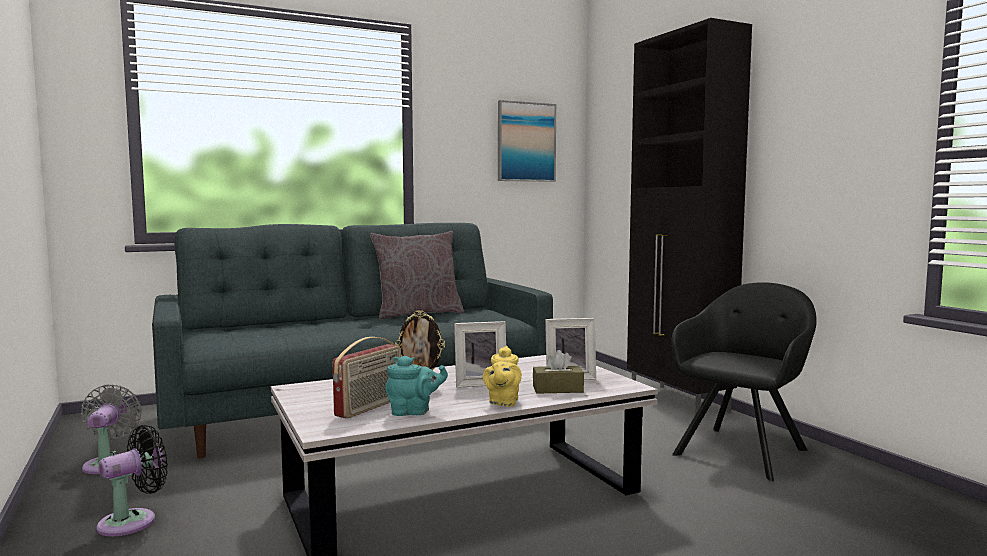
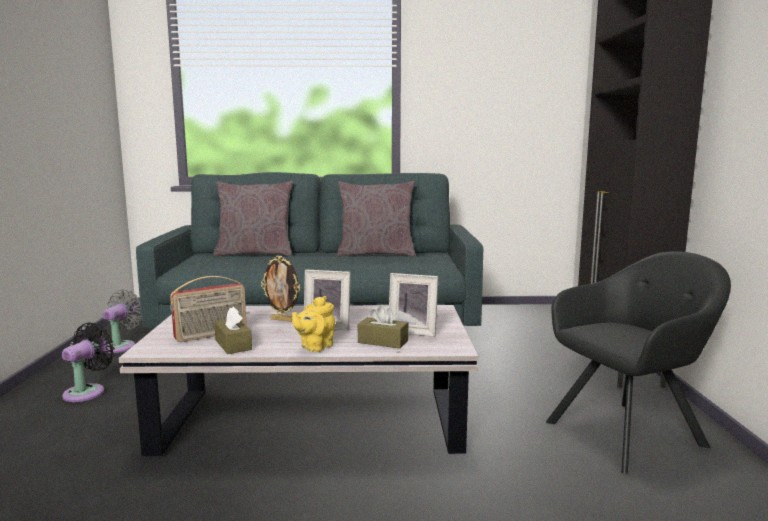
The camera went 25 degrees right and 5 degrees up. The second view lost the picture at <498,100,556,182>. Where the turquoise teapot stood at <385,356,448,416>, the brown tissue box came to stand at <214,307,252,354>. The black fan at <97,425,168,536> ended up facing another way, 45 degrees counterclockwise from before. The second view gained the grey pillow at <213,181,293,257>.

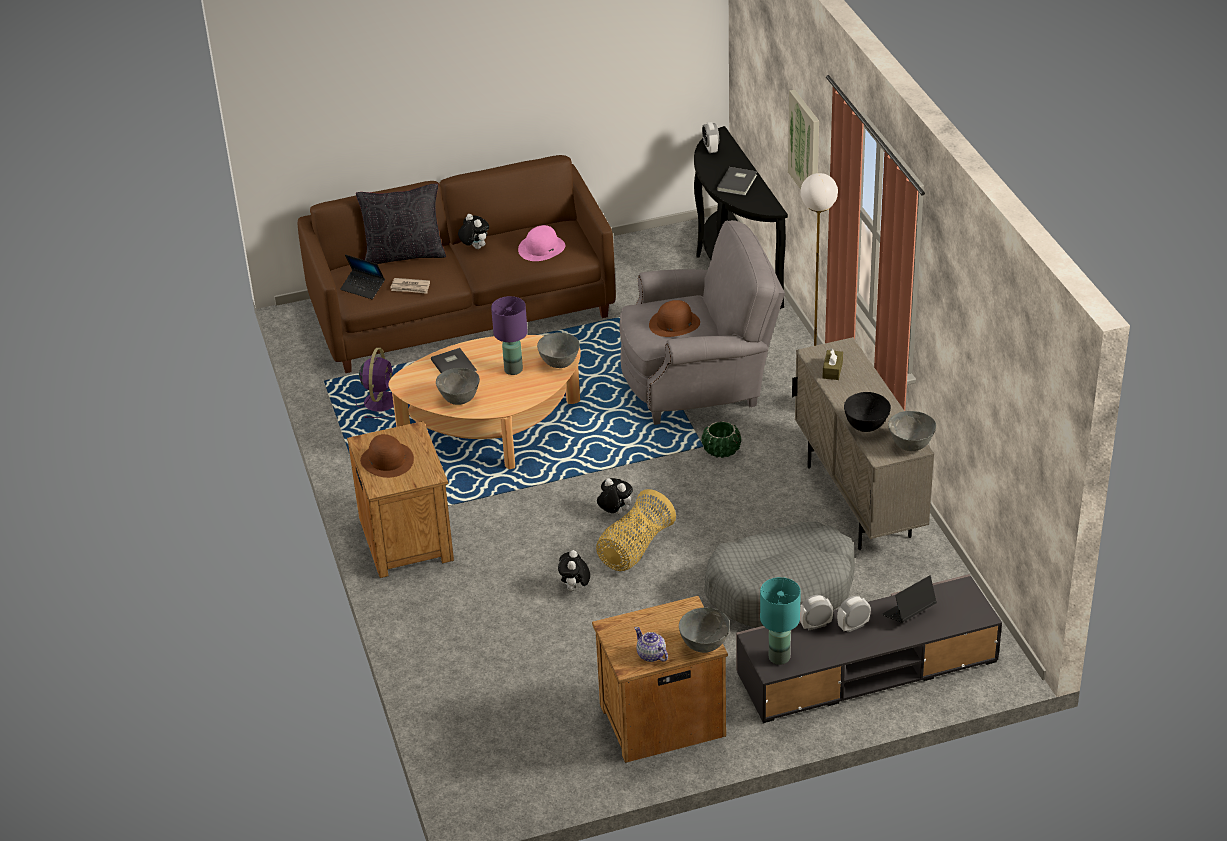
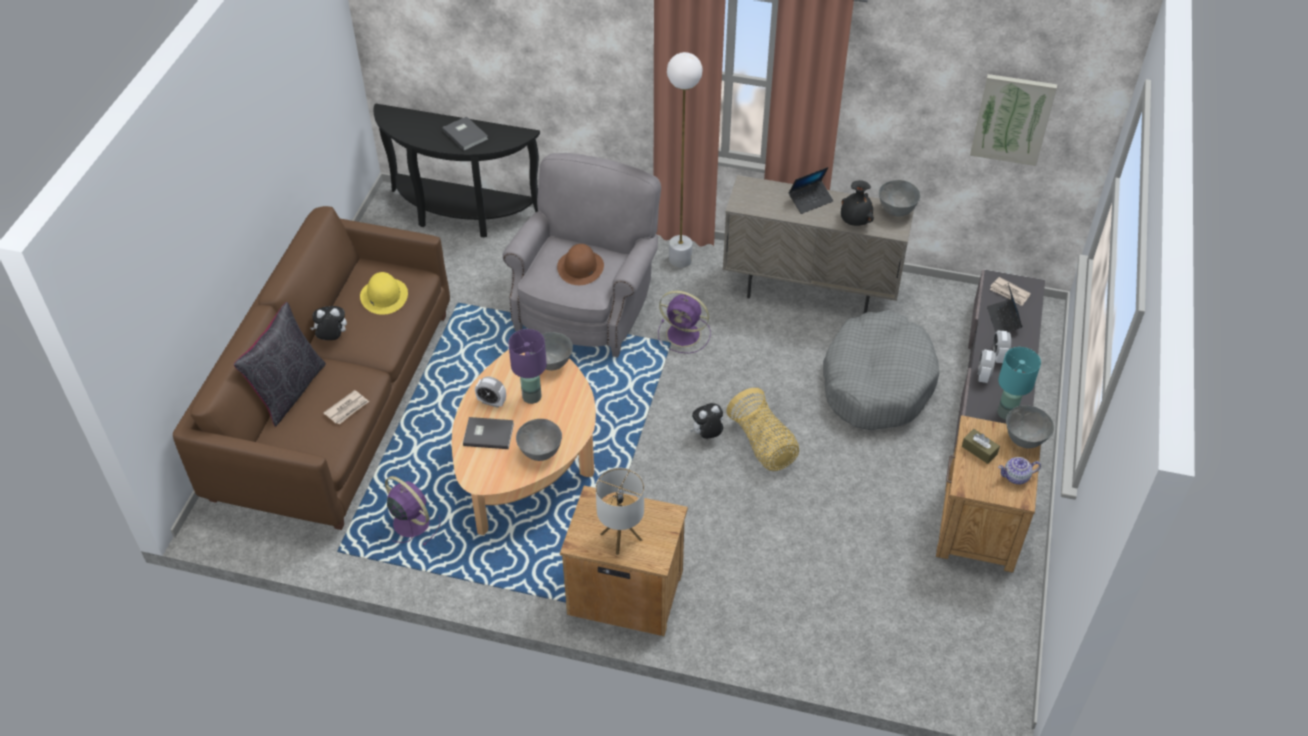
The camera went 60 degrees left and 10 degrees up. The picture ended up elsewhere, having gone from <788,89,819,190> to <970,74,1057,166>. The alarm clock ended up elsewhere, having gone from <702,122,719,153> to <475,377,506,408>. What was the pink hat at <518,225,566,261> turned into the yellow hat at <360,272,408,315>. The laptop ended up elsewhere, having gone from <340,255,385,299> to <788,167,834,214>. The brown tissue box ended up elsewhere, having gone from <822,348,843,380> to <962,429,1000,464>. Where the black bowl stood at <844,392,891,432>, the black vase came to stand at <841,180,874,226>. Where the green planter stood at <701,421,741,458>, the purple fan came to stand at <658,291,711,354>. Where the brown hat stood at <360,434,414,478>, the table lamp came to stand at <596,468,644,555>. The second view lost the plush toy at <558,550,590,592>. The second view gained the newspaper at <990,277,1031,306>.

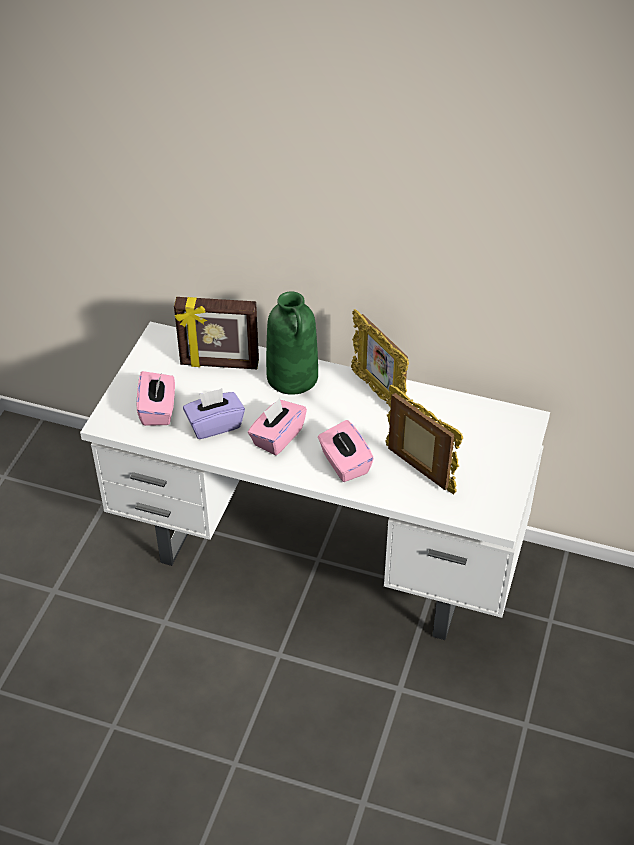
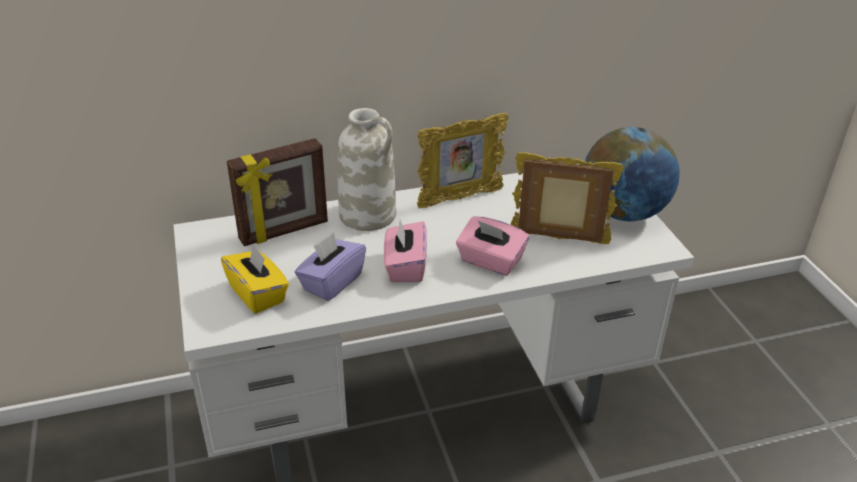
The camera went 35 degrees left and 10 degrees down. What was the green vase at <266,291,318,395> turned into the white vase at <338,108,396,231>. The picture frame at <351,309,409,407> ended up facing another way, 45 degrees counterclockwise from before. What was the pink tissue box at <136,371,175,426> turned into the yellow tissue box at <221,244,289,314>. The second view gained the globe at <585,127,680,221>.

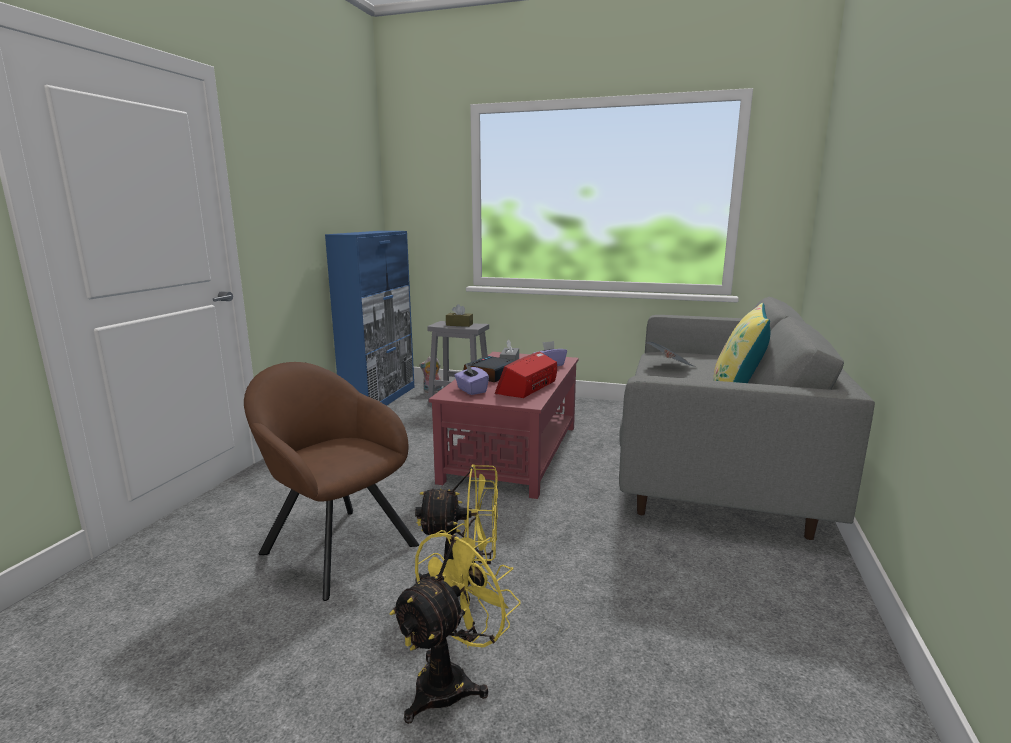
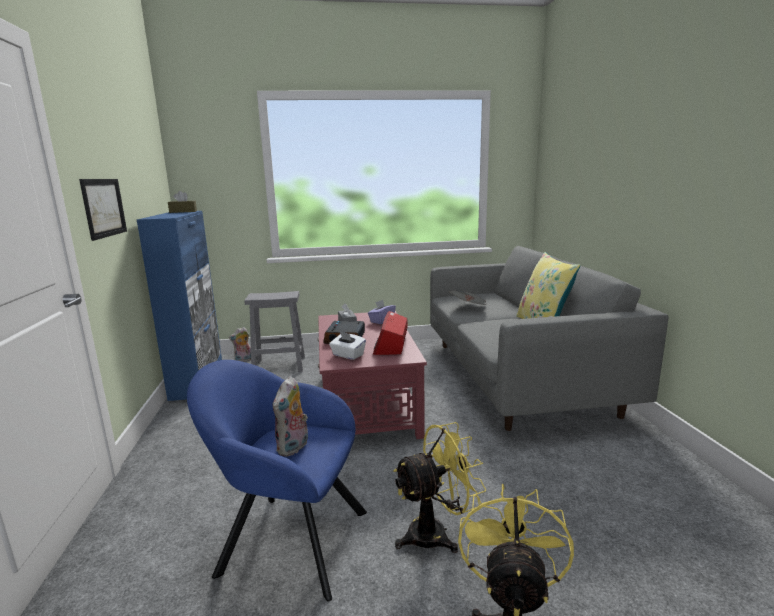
The camera went 25 degrees left and 0 degrees up. The brown tissue box ended up elsewhere, having gone from <446,304,473,327> to <168,191,197,213>. What was the brown armchair at <244,362,419,601> turned into the blue armchair at <187,360,367,601>. What was the purple tissue box at <454,363,489,395> turned into the white tissue box at <329,332,366,360>. The second view gained the picture at <79,179,127,241>. The second view gained the plush toy at <273,376,308,457>.

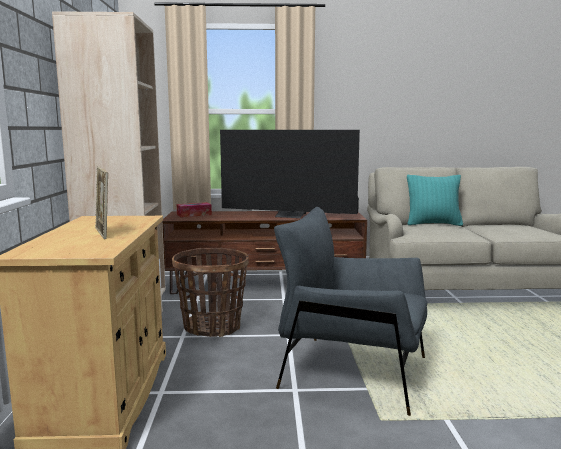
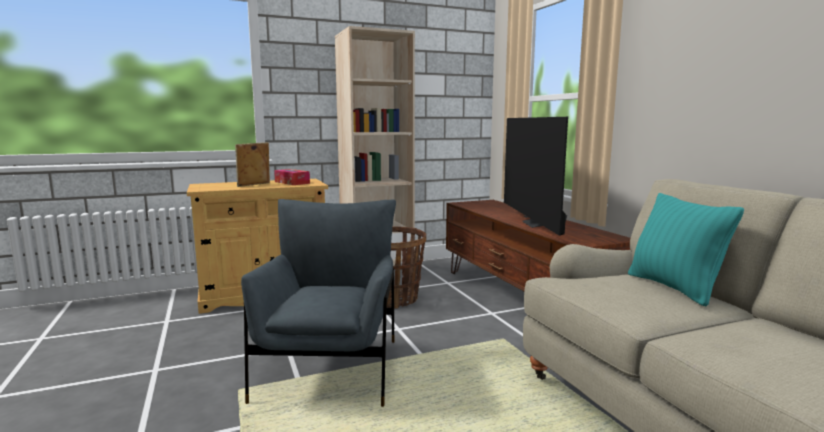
The camera went 70 degrees right and 0 degrees up. The tissue box ended up elsewhere, having gone from <176,202,212,217> to <274,169,310,185>.

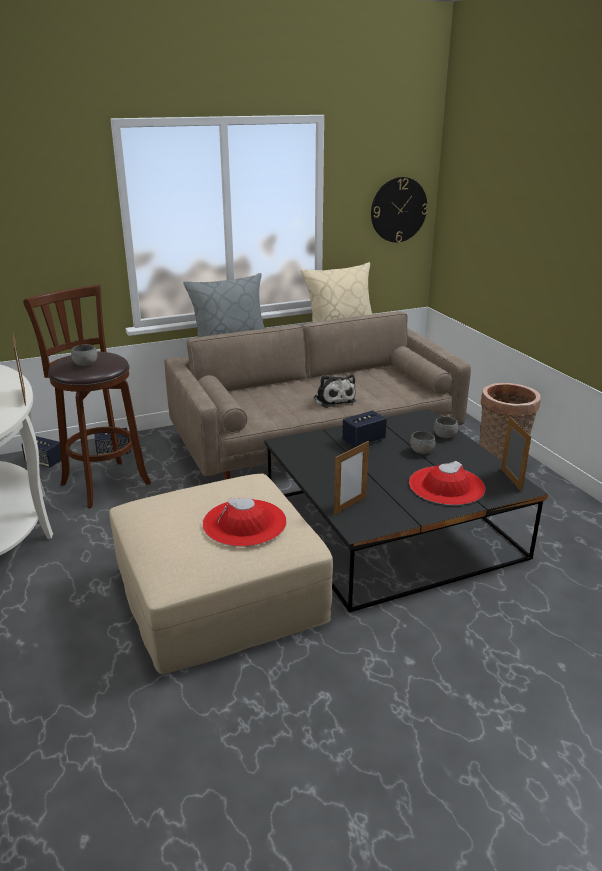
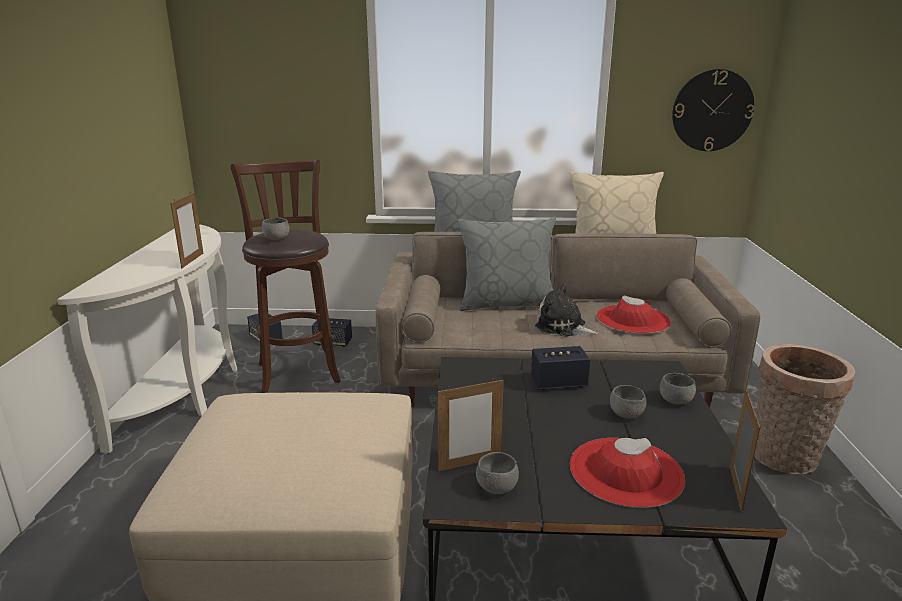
The camera went 25 degrees right and 5 degrees down. The plush toy at <314,374,356,408> ended up facing another way, 120 degrees clockwise from before. The red hat ended up elsewhere, having gone from <203,497,286,547> to <596,295,671,334>. The second view gained the grey pillow at <457,217,556,311>. The second view gained the grey bowl at <476,452,519,494>.

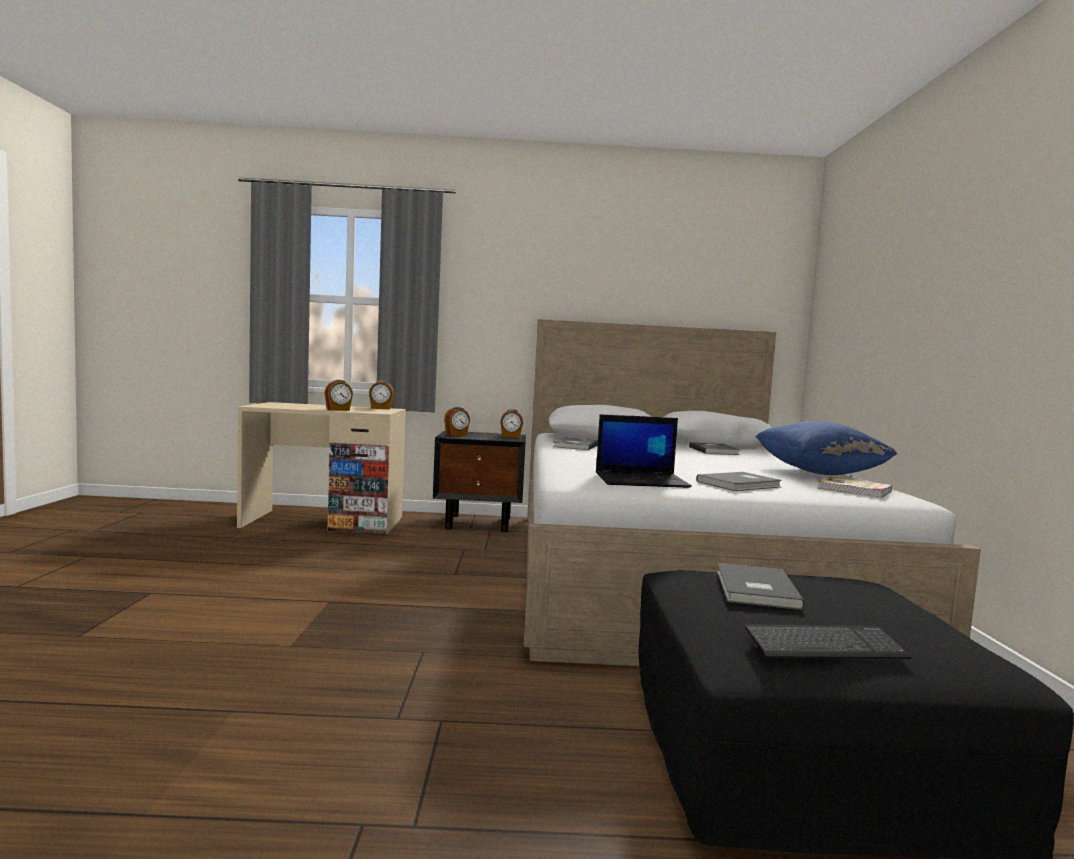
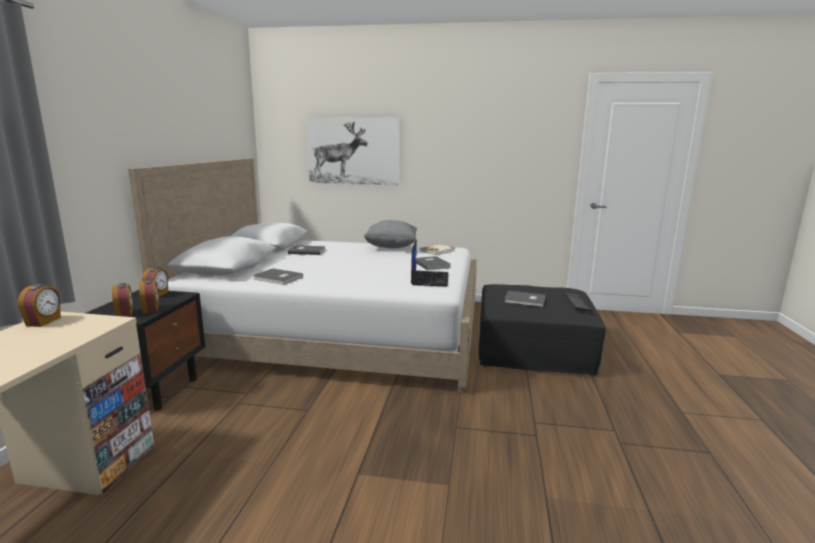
The camera went 80 degrees left and 10 degrees up. The alarm clock ended up elsewhere, having gone from <324,380,353,411> to <139,279,159,314>. What was the blue pillow at <755,421,897,475> turned into the grey pillow at <364,220,417,248>. The second view gained the picture at <306,117,401,185>.

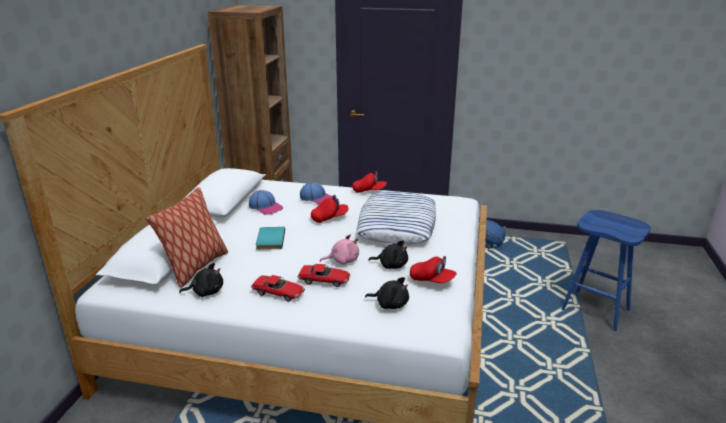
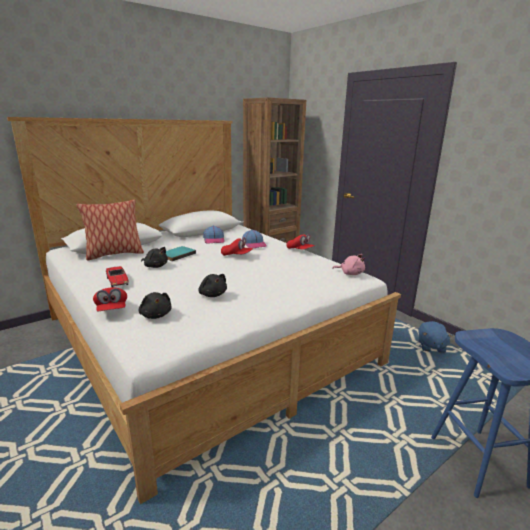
The camera went 40 degrees right and 5 degrees down. The second view lost the pillow at <356,192,436,244>. The pink plush toy ended up elsewhere, having gone from <320,234,359,265> to <332,254,365,275>. The red cap ended up elsewhere, having gone from <410,256,457,283> to <93,287,127,311>. The black plush toy ended up elsewhere, having gone from <179,263,223,297> to <141,247,168,268>. The second view lost the toy car at <297,264,350,287>.

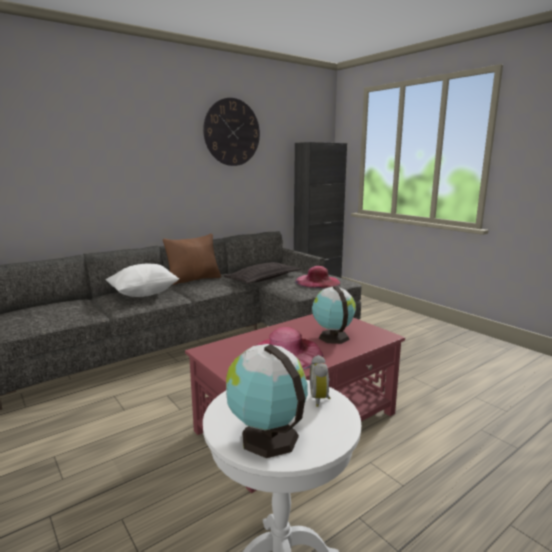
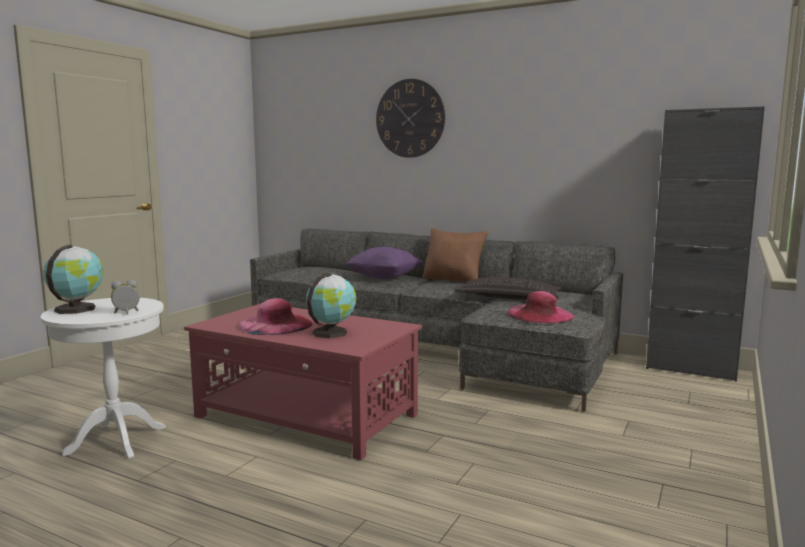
The camera went 65 degrees right and 5 degrees down. The wall clock ended up elsewhere, having gone from <203,98,260,166> to <376,79,445,158>. What was the white pillow at <105,264,179,297> turned into the purple pillow at <345,247,424,279>.

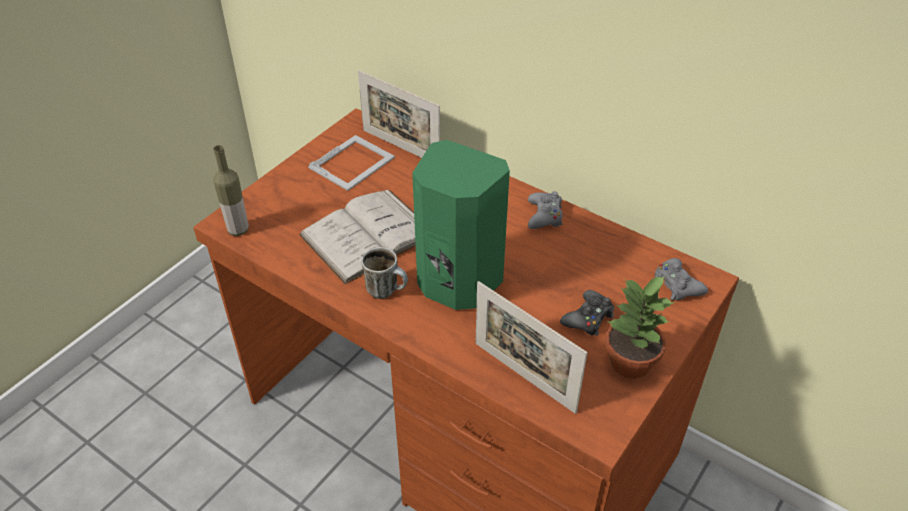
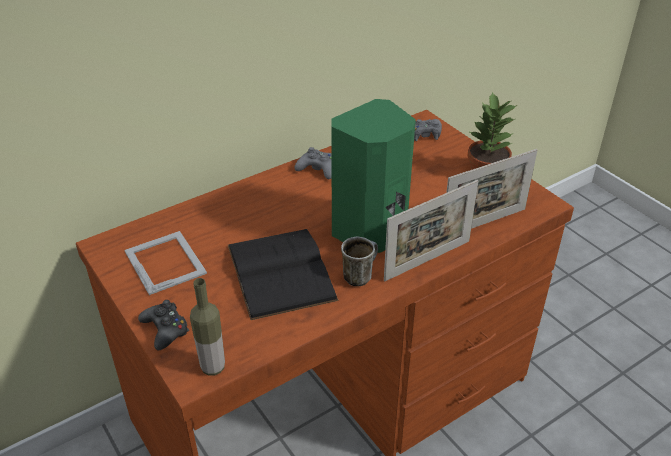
The camera went 70 degrees left and 5 degrees down. The picture frame ended up elsewhere, having gone from <358,71,440,158> to <384,180,479,281>. What was the white book at <299,190,416,284> turned into the black book at <228,229,338,320>. The black game controller ended up elsewhere, having gone from <560,290,614,336> to <138,300,189,351>.

